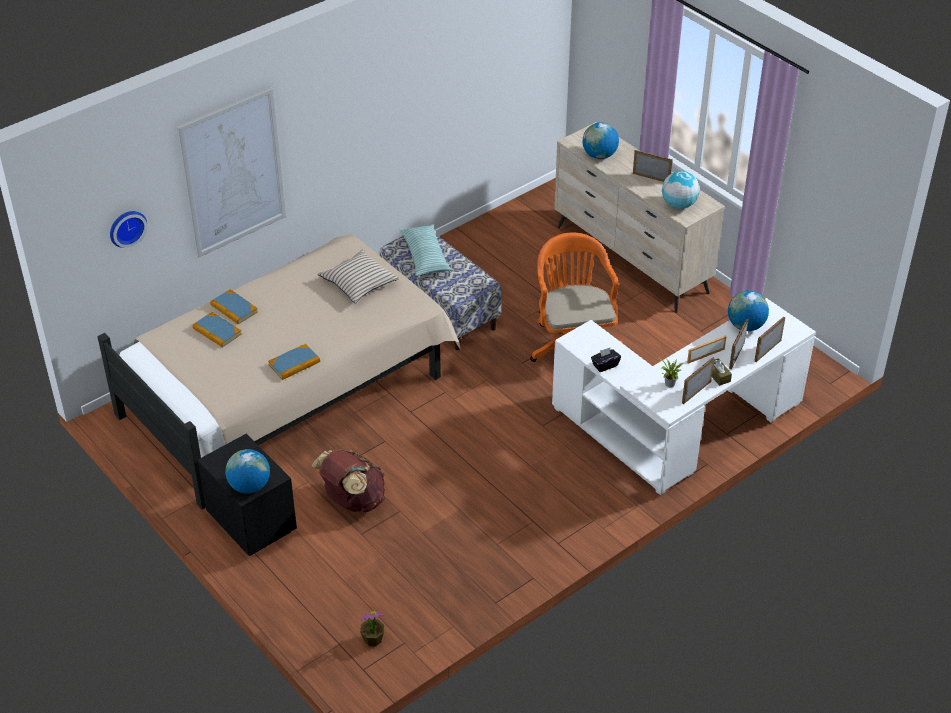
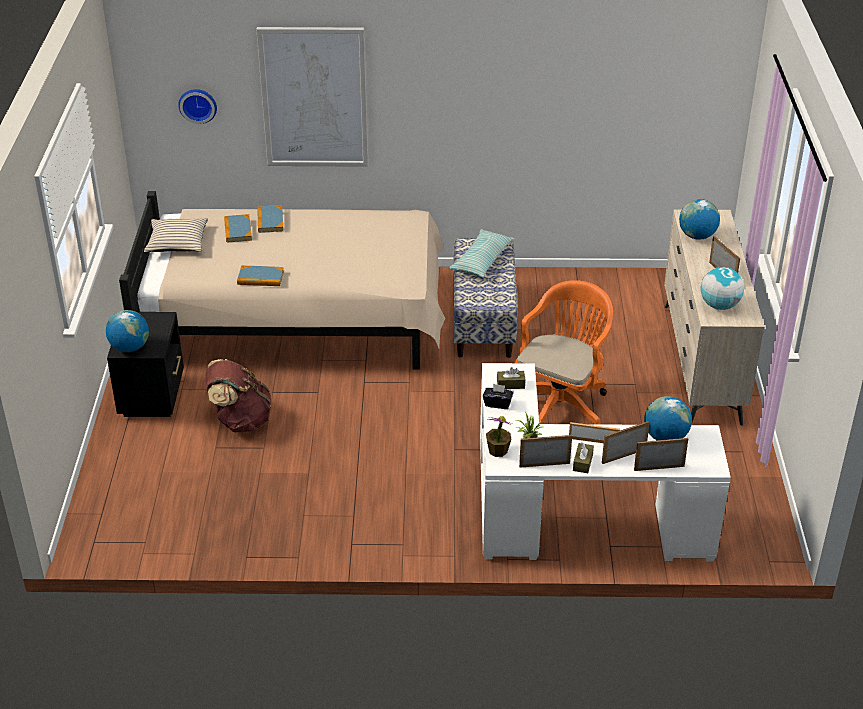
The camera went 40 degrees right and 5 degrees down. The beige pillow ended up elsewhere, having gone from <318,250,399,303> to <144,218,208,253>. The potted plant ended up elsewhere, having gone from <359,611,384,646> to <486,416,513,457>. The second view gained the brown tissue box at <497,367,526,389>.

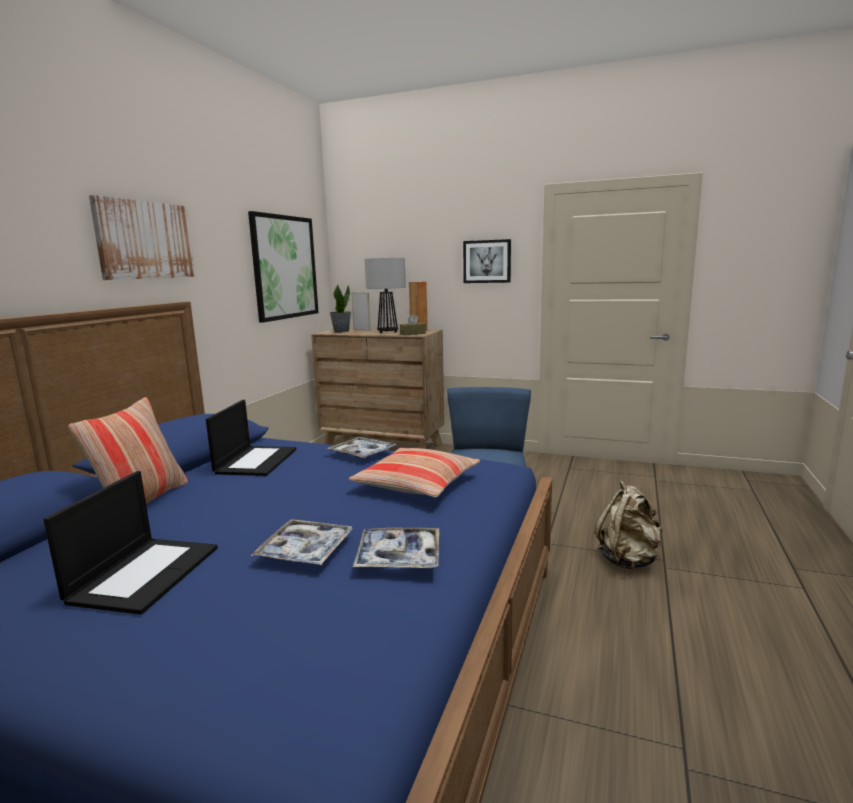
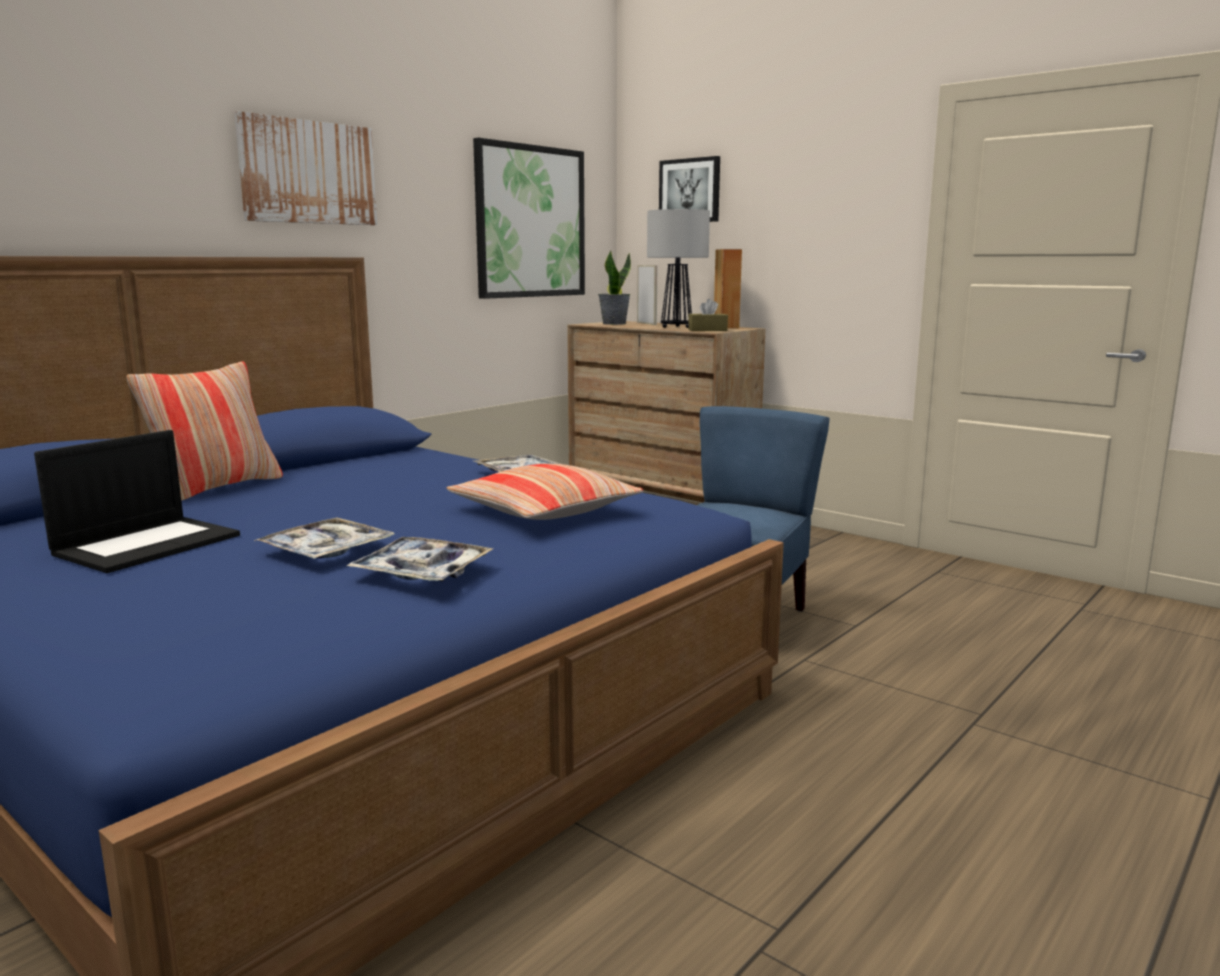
The camera went 20 degrees right and 0 degrees up. The picture ended up elsewhere, having gone from <463,239,511,283> to <659,156,720,222>. The second view lost the laptop at <206,400,296,476>. The second view lost the beige backpack at <595,480,663,569>.

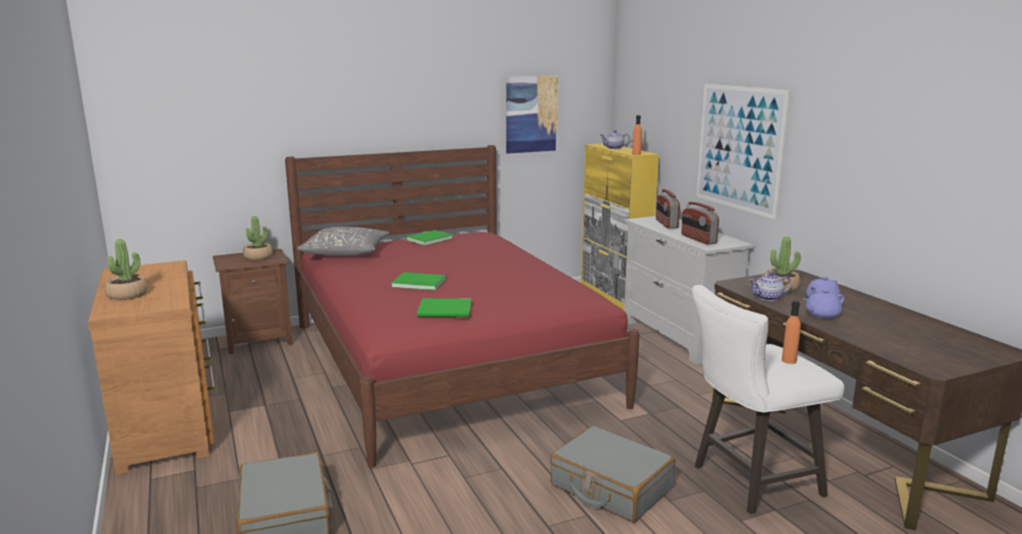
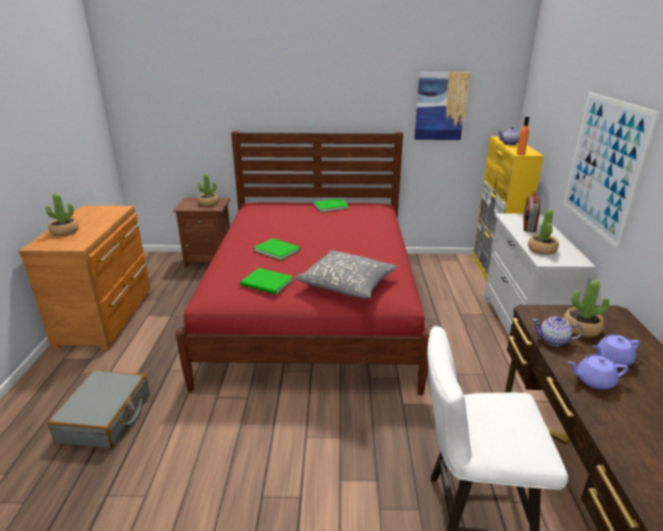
The camera went 25 degrees right and 10 degrees up. Where the radio stood at <681,202,719,245>, the potted plant came to stand at <528,209,559,255>. The grey pillow ended up elsewhere, having gone from <297,227,389,256> to <295,250,398,299>. The second view lost the orange bottle at <782,300,801,364>. The second view lost the grey suitcase at <550,426,675,523>.

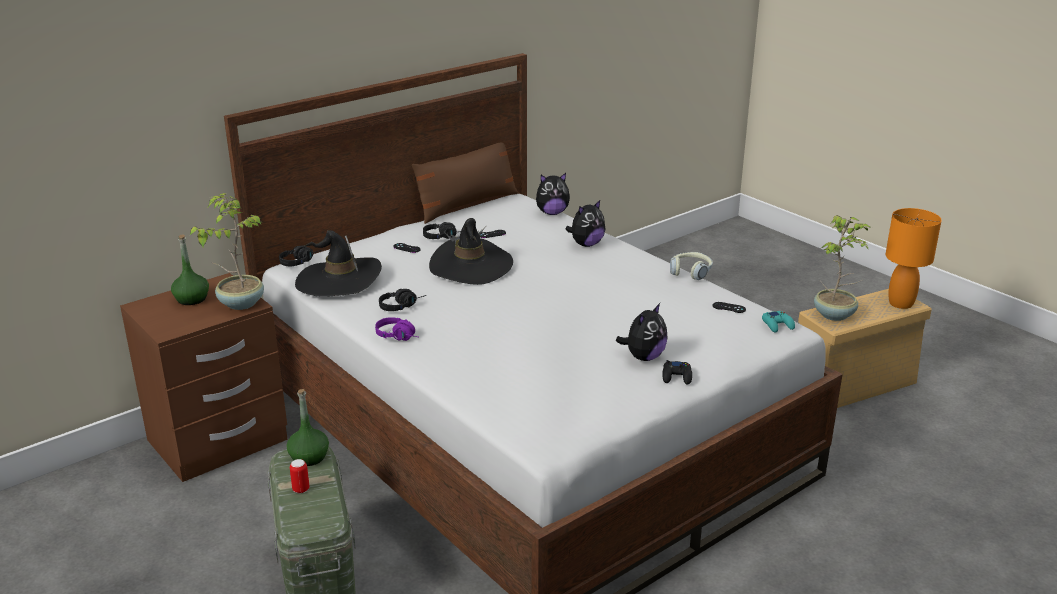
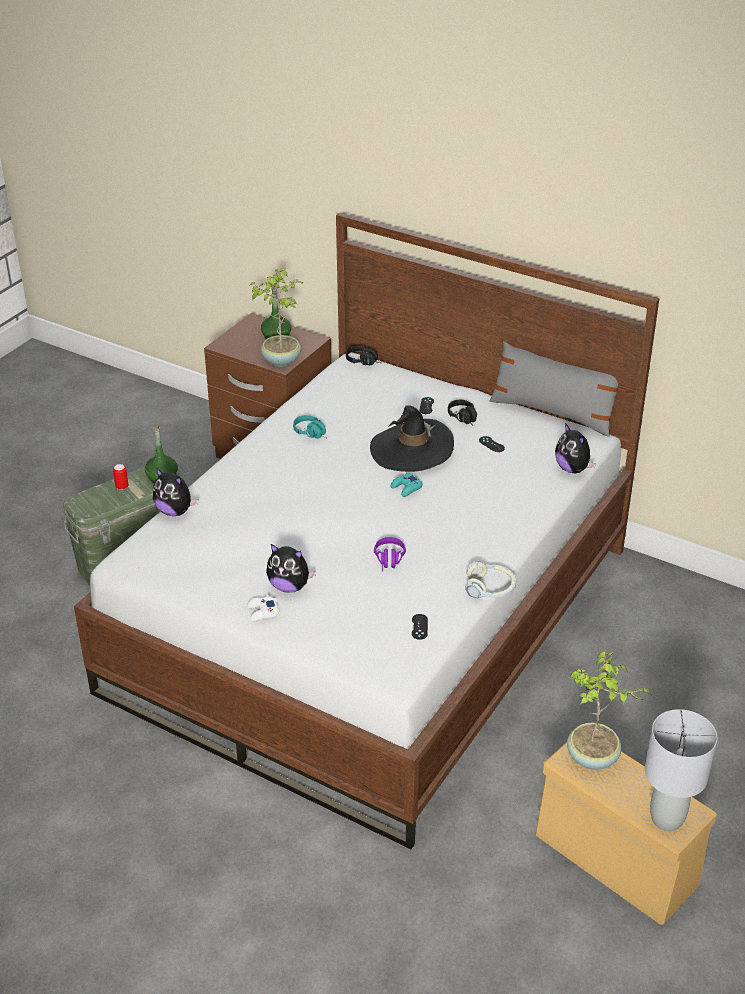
The camera went 70 degrees right and 10 degrees up. What was the brown pillow at <411,143,519,224> turned into the grey pillow at <489,342,618,437>. The plush toy ended up elsewhere, having gone from <565,200,605,247> to <153,468,198,516>. What was the orange table lamp at <885,208,942,309> turned into the grey table lamp at <645,709,717,831>. The second view lost the black hat at <295,230,382,297>. What was the black headphones at <379,289,426,311> turned into the turquoise headphones at <293,415,326,439>. The turquoise game controller ended up elsewhere, having gone from <762,311,795,332> to <391,472,423,497>. The purple headphones ended up elsewhere, having gone from <375,317,418,341> to <374,537,406,572>. What was the black game controller at <662,360,692,385> turned into the white game controller at <247,595,279,622>.

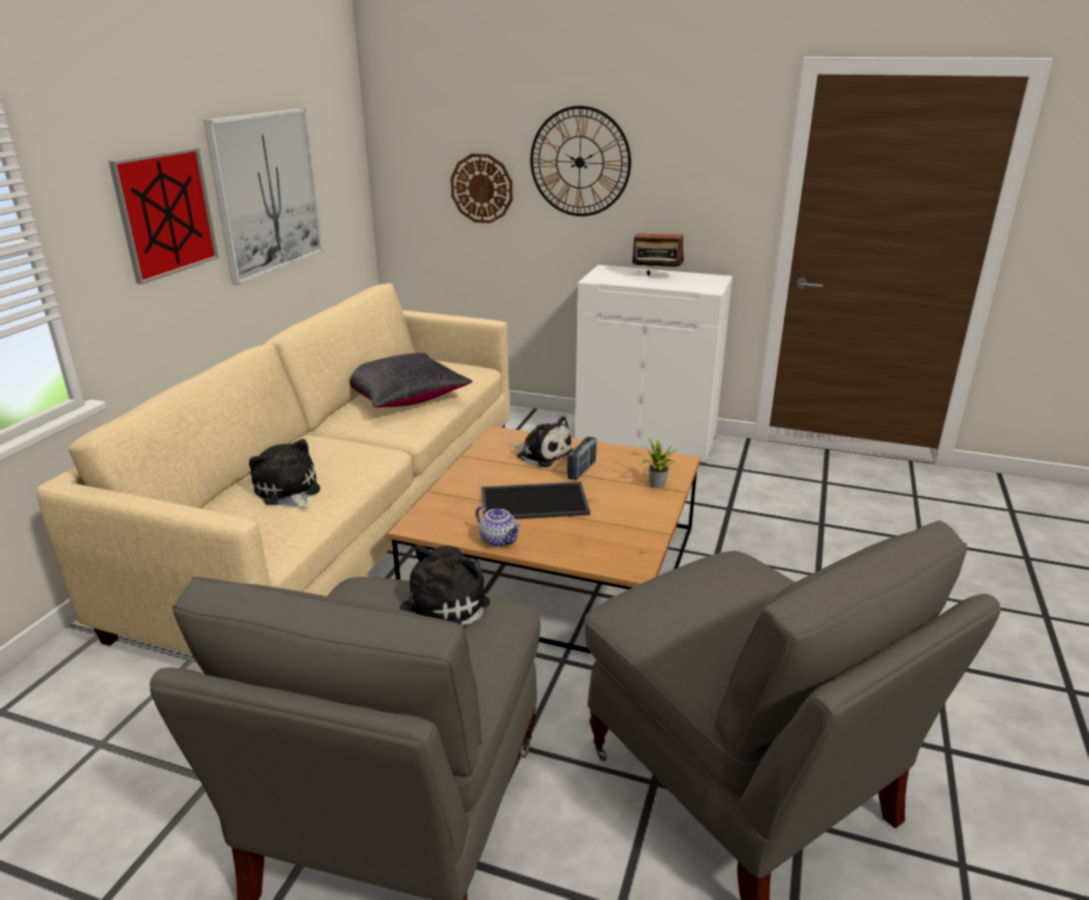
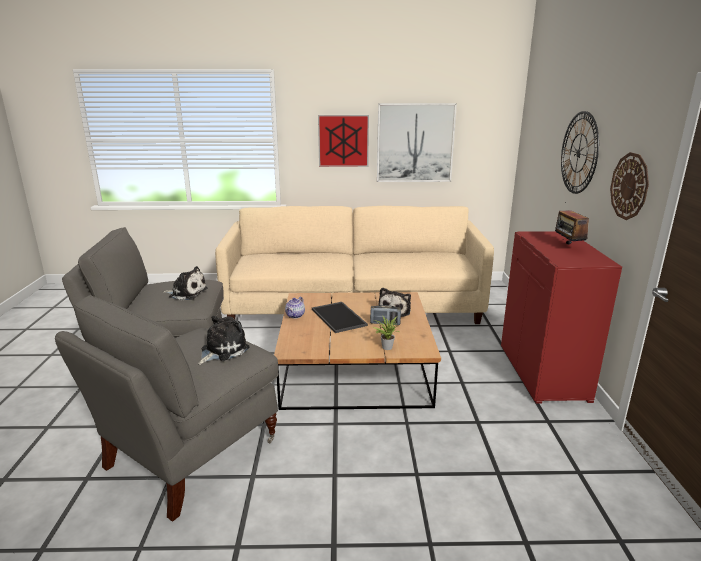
The camera went 70 degrees right and 5 degrees down. The wall clock ended up elsewhere, having gone from <450,154,513,223> to <610,152,649,220>. What was the white cabinet at <575,265,733,465> turned into the red cabinet at <501,231,622,404>. The second view lost the black pillow at <350,353,473,408>. The plush toy ended up elsewhere, having gone from <249,439,320,510> to <198,316,250,365>.

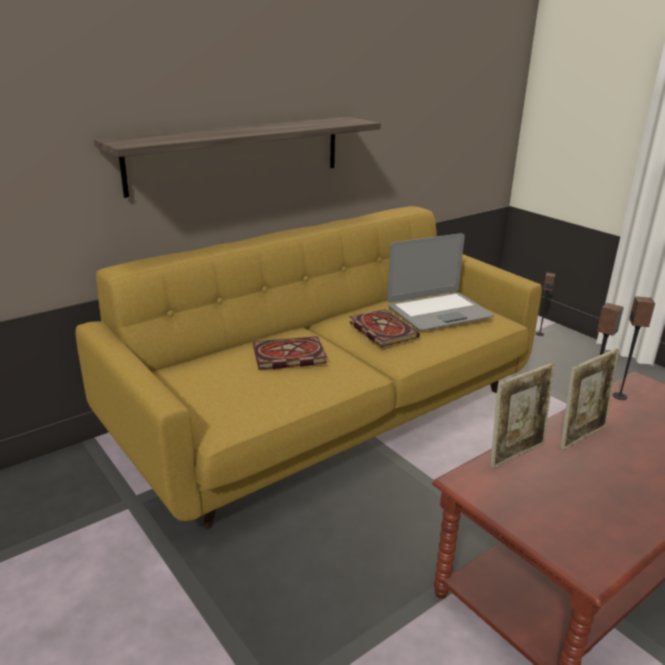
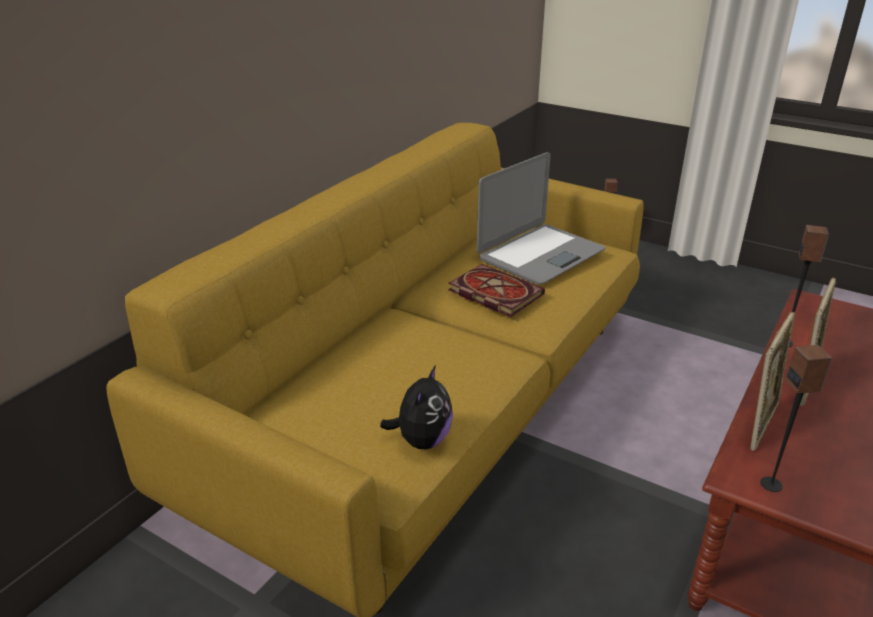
The camera went 20 degrees left and 5 degrees up. The second view lost the shelf at <94,117,381,198>. The speaker ended up elsewhere, having gone from <613,296,655,400> to <760,345,832,492>. The second view lost the book at <253,336,327,370>. The second view gained the plush toy at <380,365,453,449>.

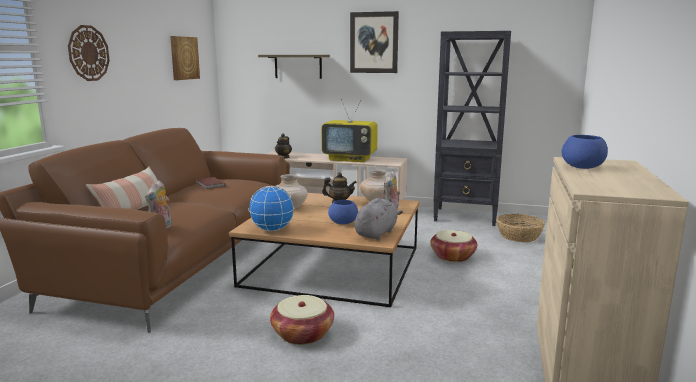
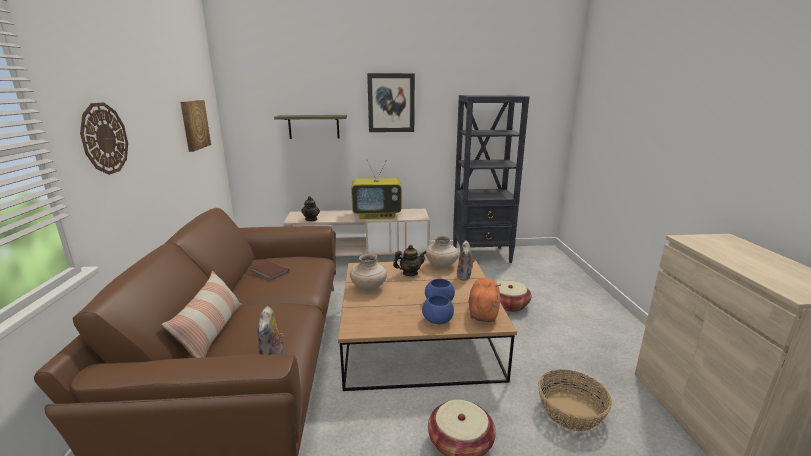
The camera went 20 degrees left and 5 degrees up. The blue bowl ended up elsewhere, having gone from <561,135,608,169> to <422,295,454,324>. The second view lost the globe at <248,186,294,231>. What was the grey plush toy at <355,198,403,240> turned into the orange plush toy at <468,278,501,322>. The basket ended up elsewhere, having gone from <496,214,545,242> to <538,369,612,431>.

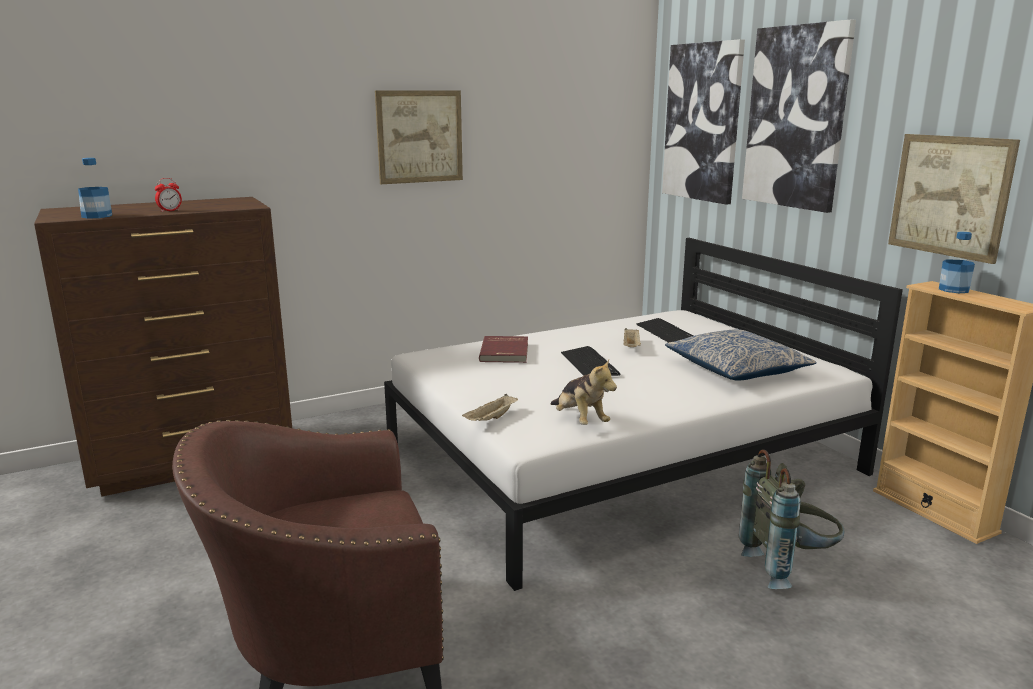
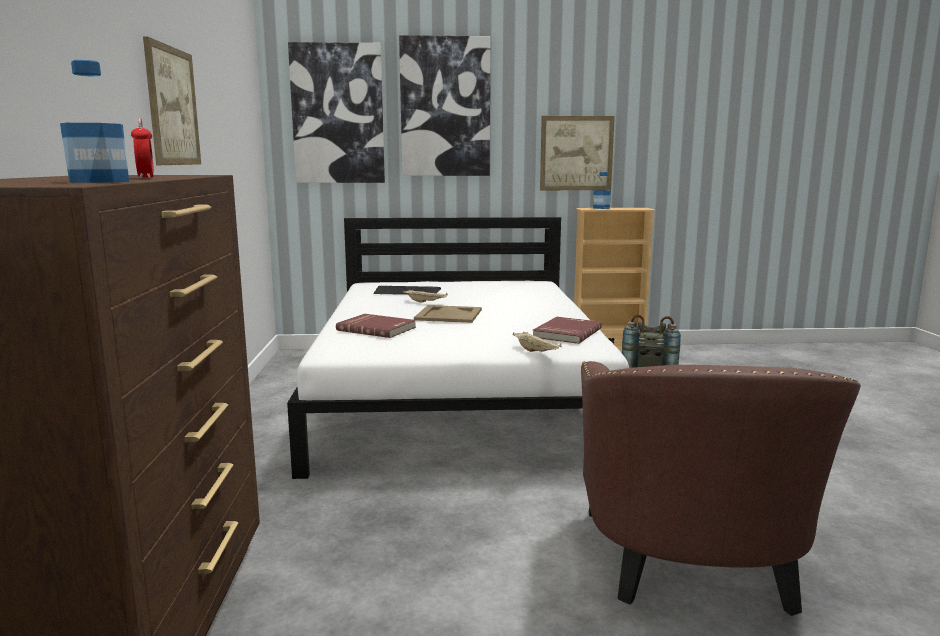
The camera went 65 degrees left and 5 degrees down. The second view lost the pillow at <665,329,817,381>. Where the keyboard stood at <561,346,620,376>, the beige tray came to stand at <414,305,482,323>. Where the plush toy stood at <551,359,617,425>, the red book came to stand at <533,317,602,344>.

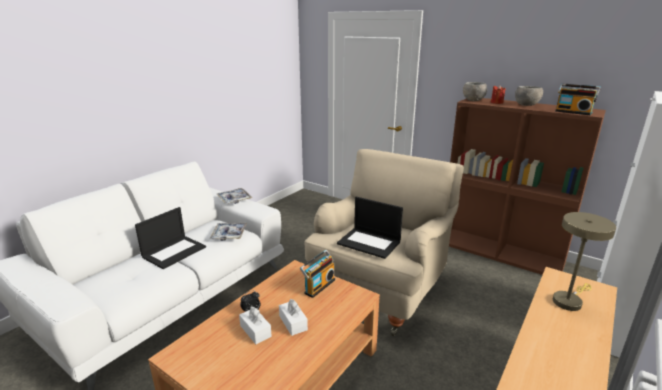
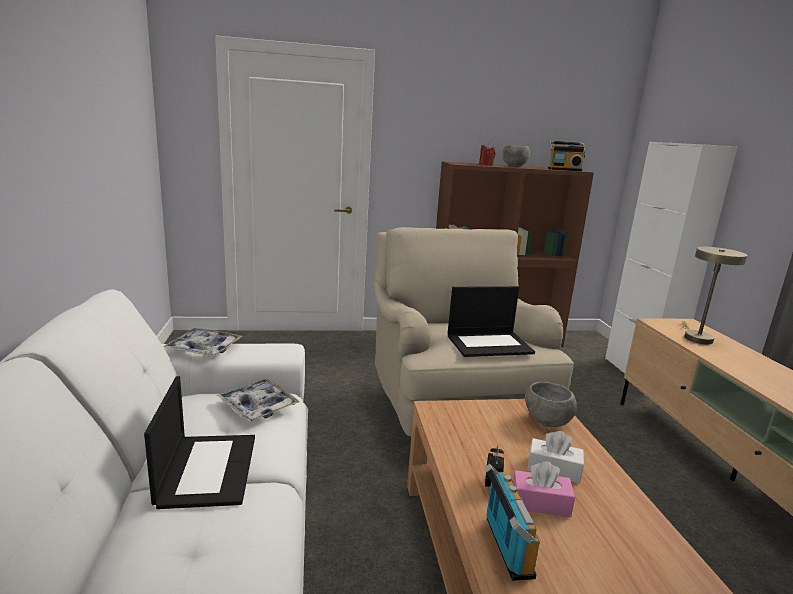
The camera went 45 degrees left and 5 degrees down. The grey bowl ended up elsewhere, having gone from <463,82,487,101> to <525,382,577,427>. The radio ended up elsewhere, having gone from <300,250,335,298> to <485,463,540,581>. What was the white tissue box at <239,307,272,344> turned into the pink tissue box at <513,461,575,517>.

